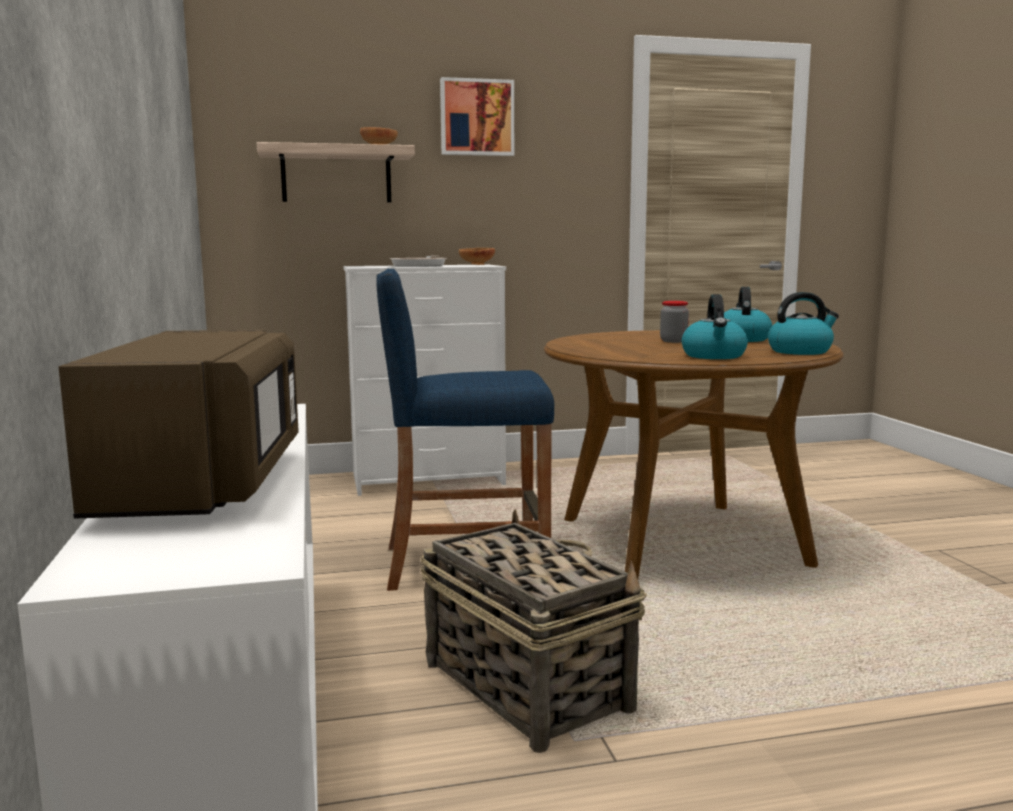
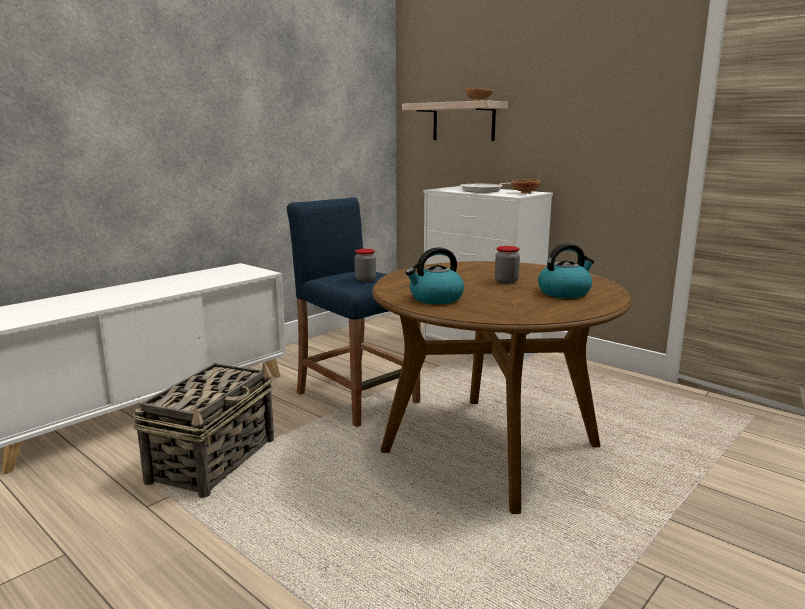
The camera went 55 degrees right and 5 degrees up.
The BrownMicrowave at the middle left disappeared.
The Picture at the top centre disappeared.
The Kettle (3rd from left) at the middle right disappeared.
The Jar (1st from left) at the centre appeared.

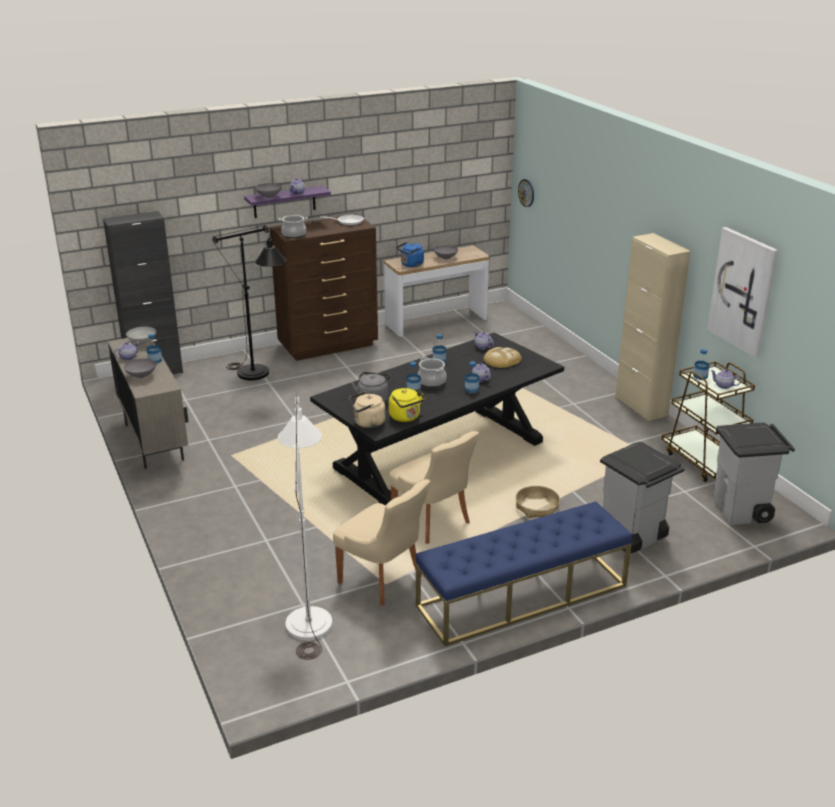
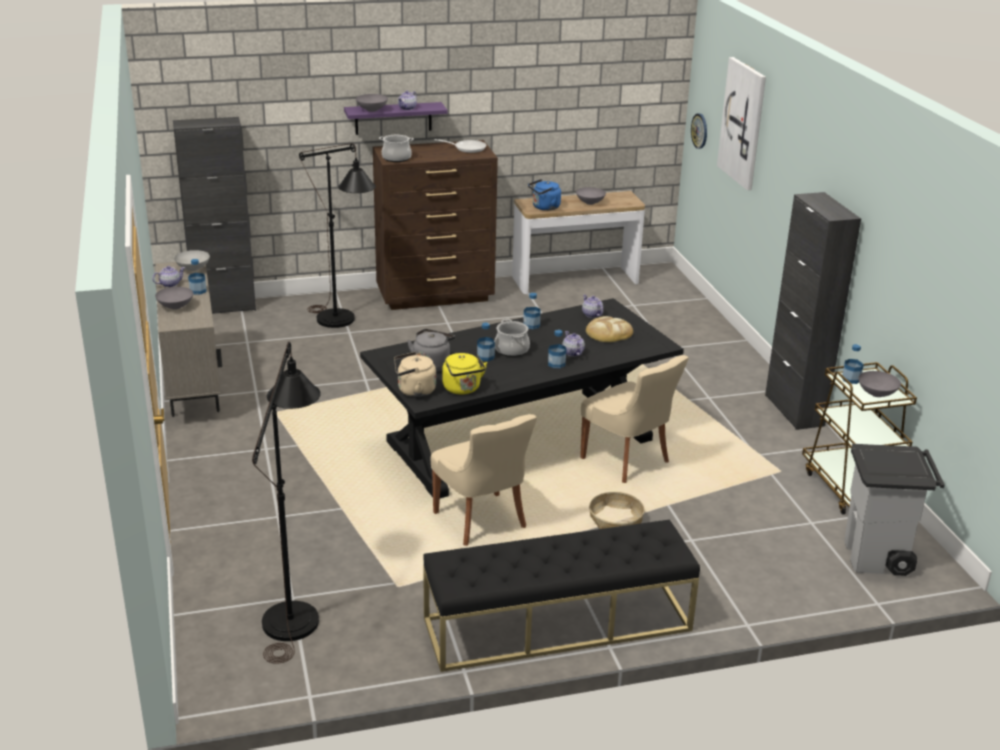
The camera went 10 degrees right and 0 degrees up.
The WhiteFloorLamp at the centre became the BlackFloorLamp (1st from left) at the bottom left.
The BeigeChair (1st from left in the first image) moved from the bottom centre to the centre.
The BlueBench at the bottom centre became the BlackBench at the bottom centre.
The GreyTrashCan (1st from left) at the middle right disappeared.
The BeigeCabinet (2nd from left) at the middle right became the BlackCabinet (2nd from left) at the middle right.
The Picture moved from the middle right to the top right.
The Teapot (5th from left) at the middle right was replaced by the GreyBowl (5th from left) at the middle right.

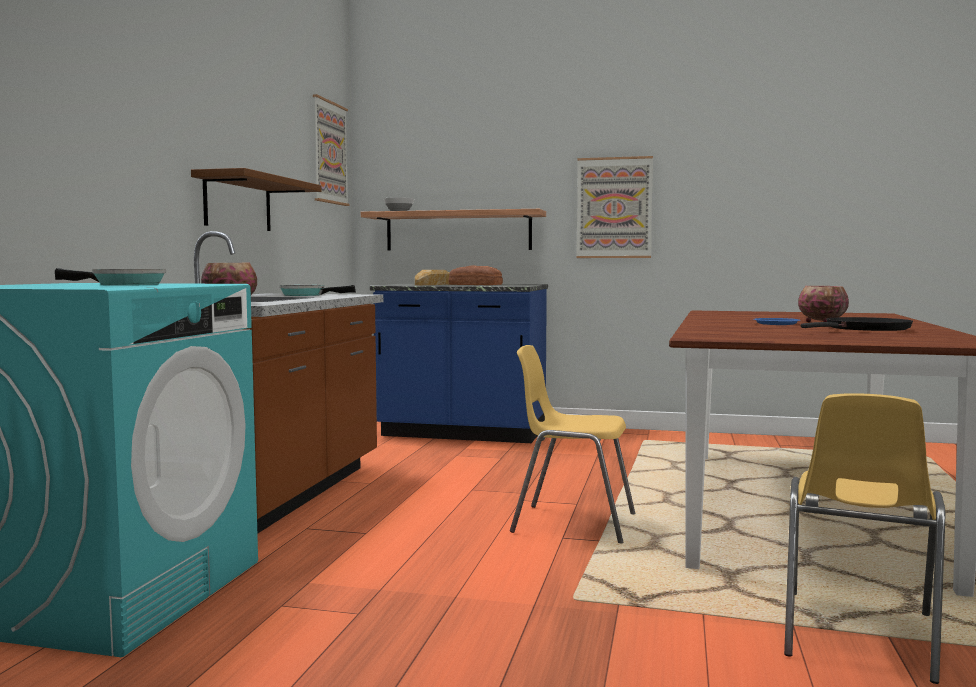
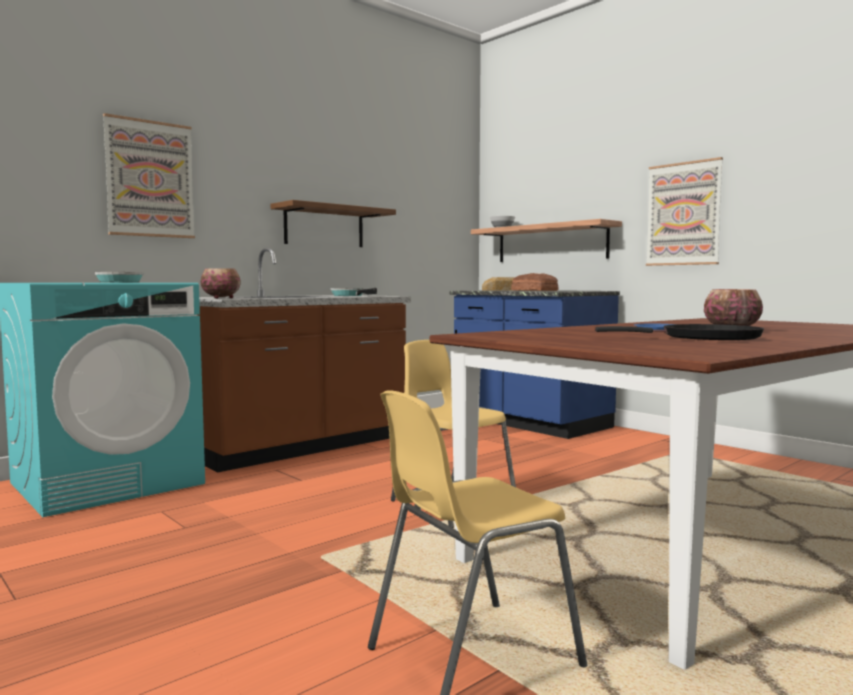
The camera went 35 degrees right and 0 degrees up.
The Picture (1st from left) moved from the top centre to the top left.

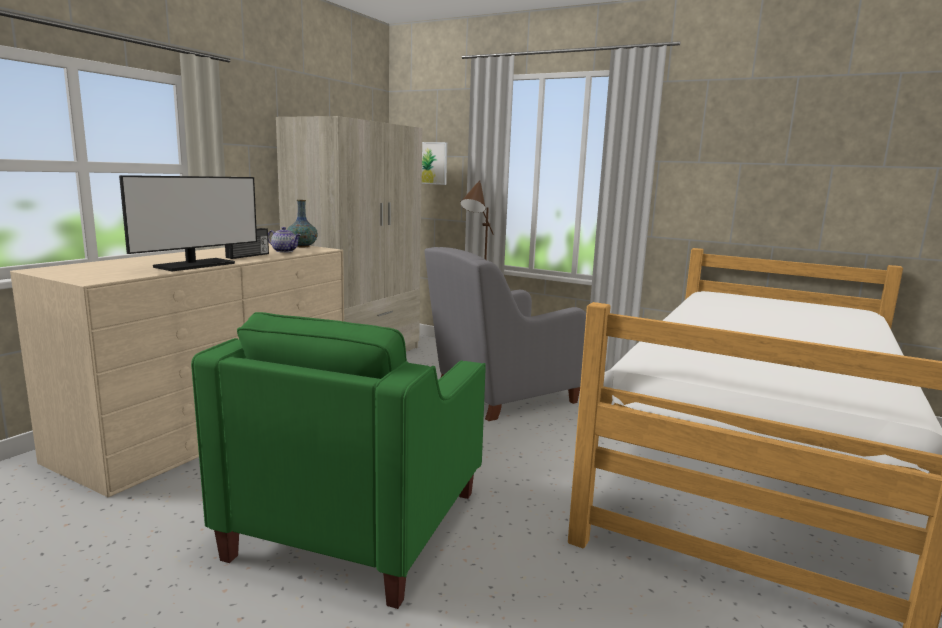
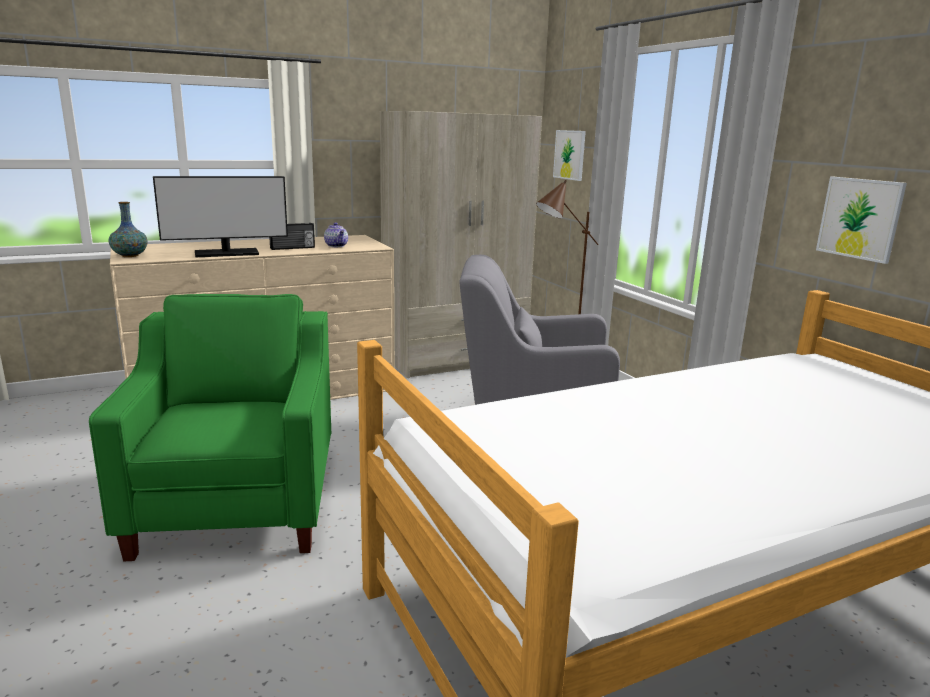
The camera went 35 degrees right and 5 degrees up.
The GreenArmchair at the bottom centre turned 120 degrees clockwise.
The Vase moved from the middle left to the top left.
The Picture (2nd from left) at the top right appeared.

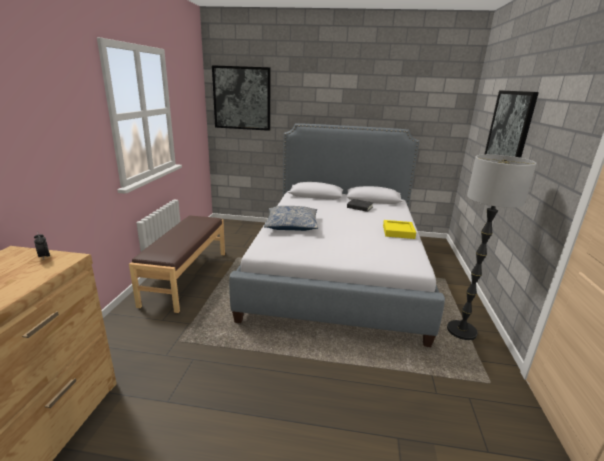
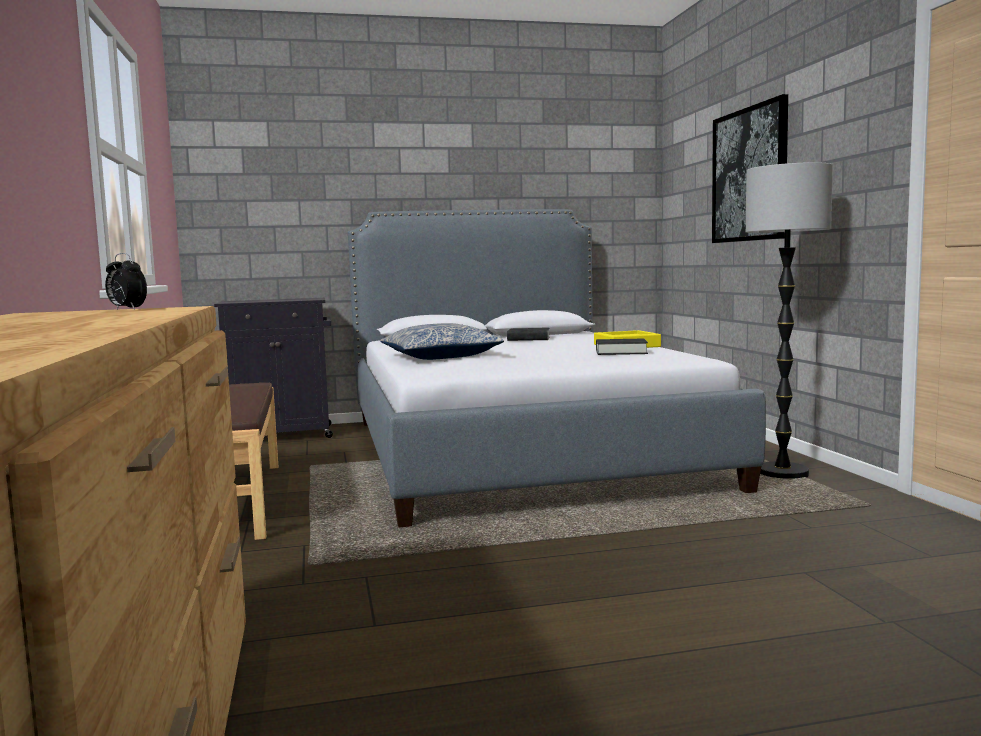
The camera went 20 degrees left and 15 degrees down.
The Picture (1st from left) at the top centre disappeared.
The BlackCabinet at the middle left appeared.
The BlackBook (2nd from left) at the centre appeared.

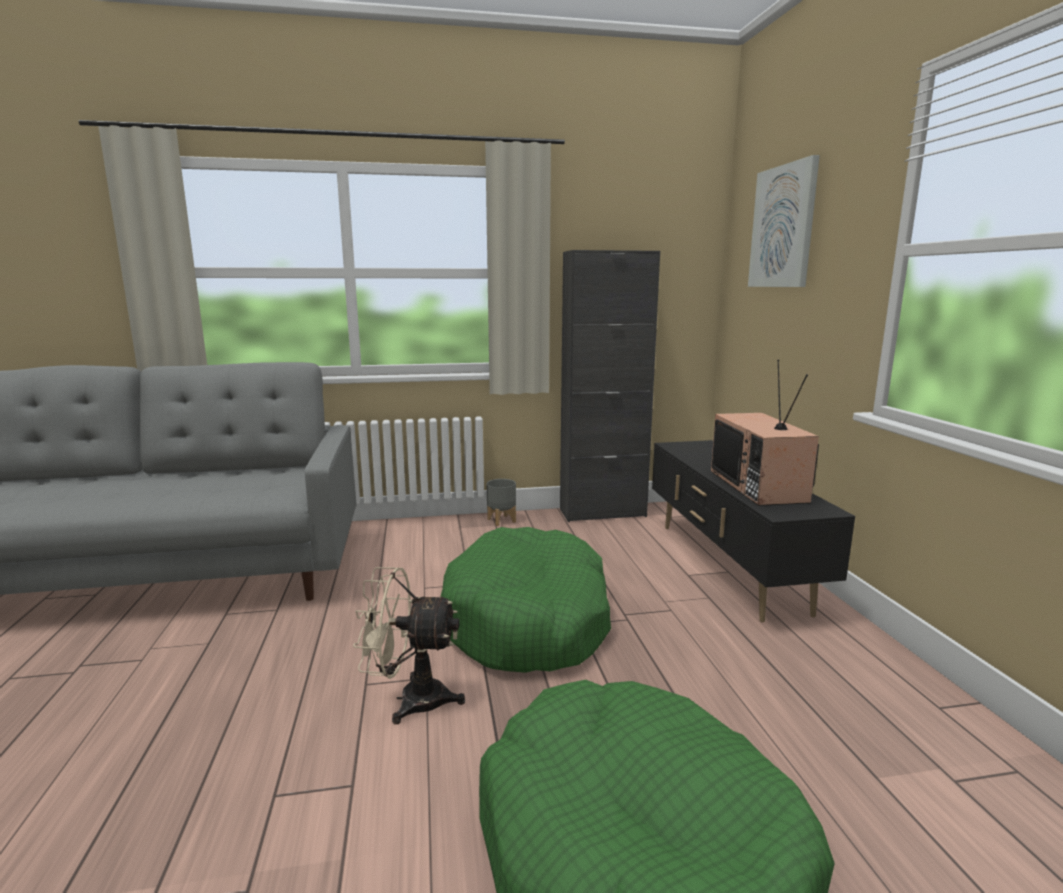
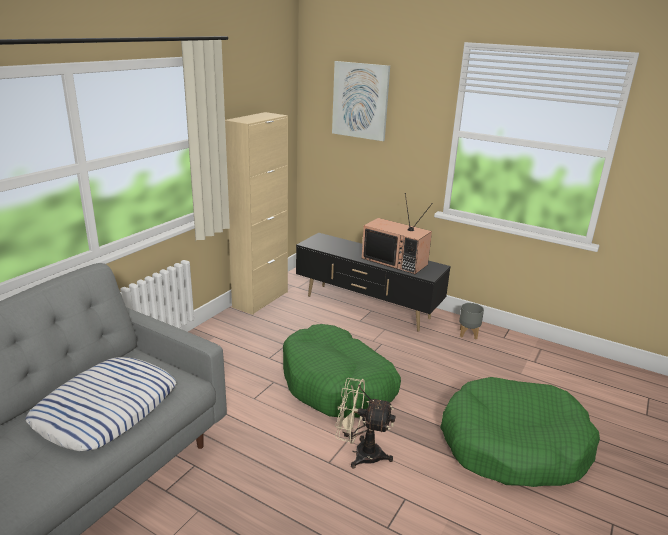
The camera went 50 degrees left and 10 degrees up.
The BeigeFan at the bottom centre turned 60 degrees clockwise.
The GreyPlanter moved from the centre to the middle right.
The BlackCabinet at the centre became the BeigeCabinet at the centre.
The Pillow at the bottom left appeared.

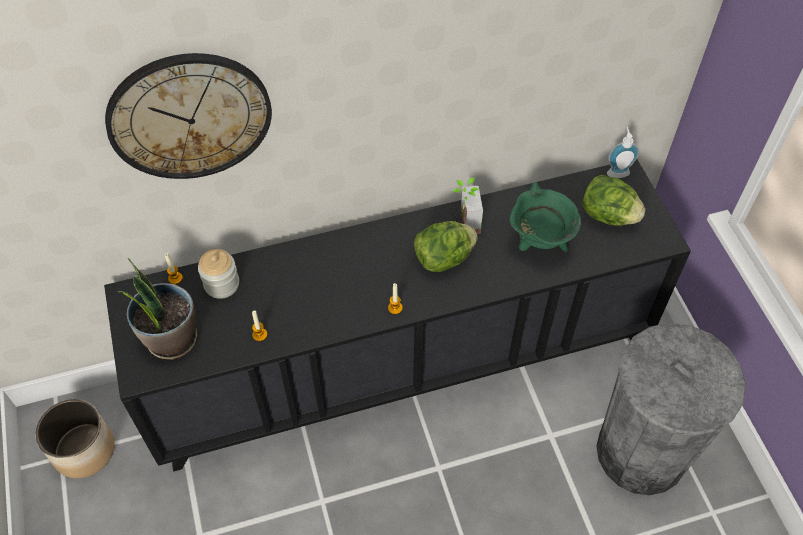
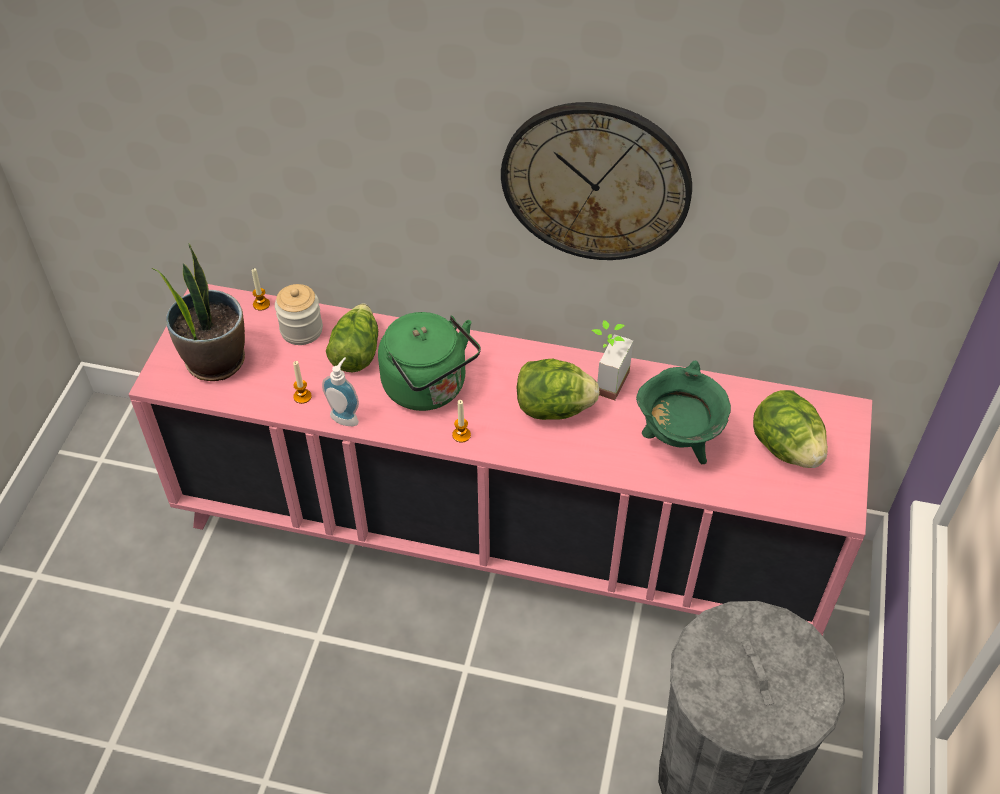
The camera went 30 degrees right and 5 degrees down.
The Planter at the bottom left disappeared.
The BlackCabinet at the centre became the PinkCabinet at the centre.
The WallClock moved from the top left to the top centre.
The SoapDispenser moved from the top right to the centre.
The Lettuce (1st from left) at the centre appeared.
The GreenKettle at the centre appeared.

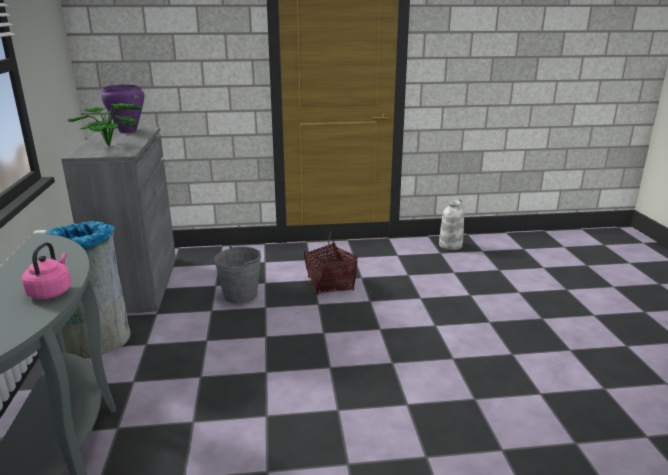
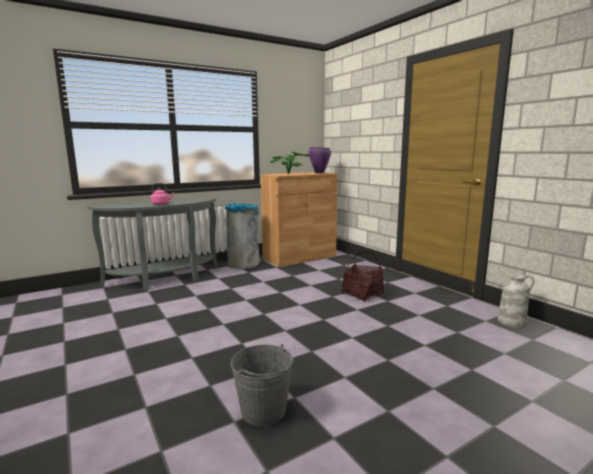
The camera went 65 degrees right and 10 degrees down.
The GreyCabinet at the middle left became the BrownCabinet at the centre.
The GreyBucket moved from the centre to the bottom centre.

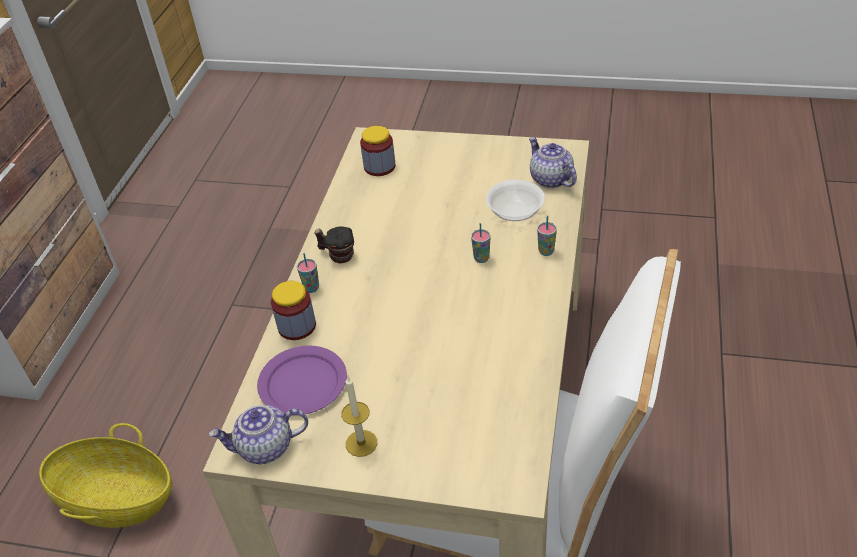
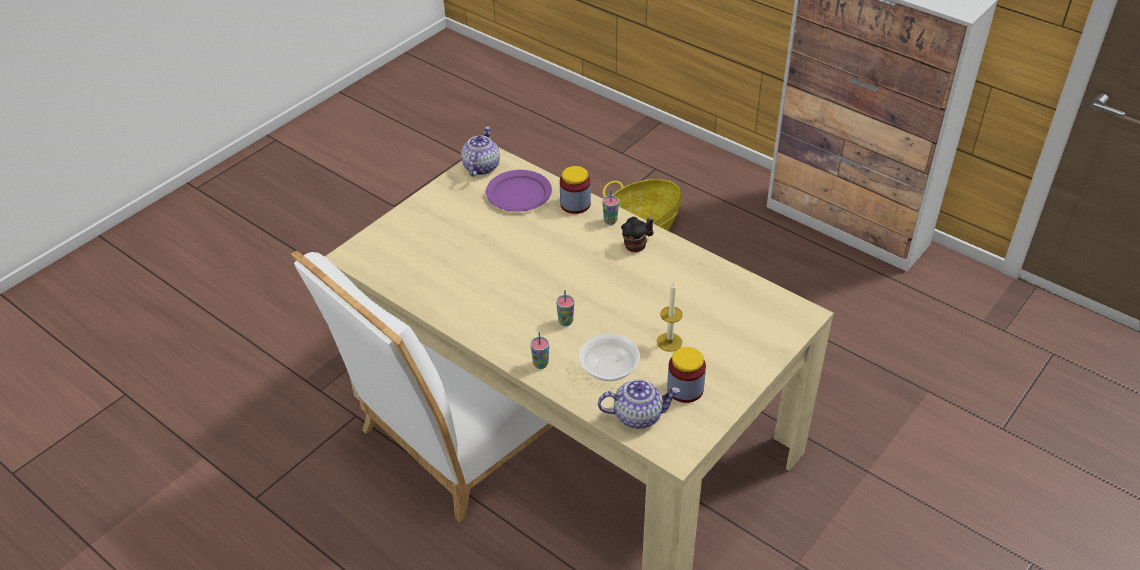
The camera went 115 degrees right and 0 degrees up.
The Candle moved from the bottom centre to the centre.
The Jar (2nd from left) moved from the top centre to the centre.

